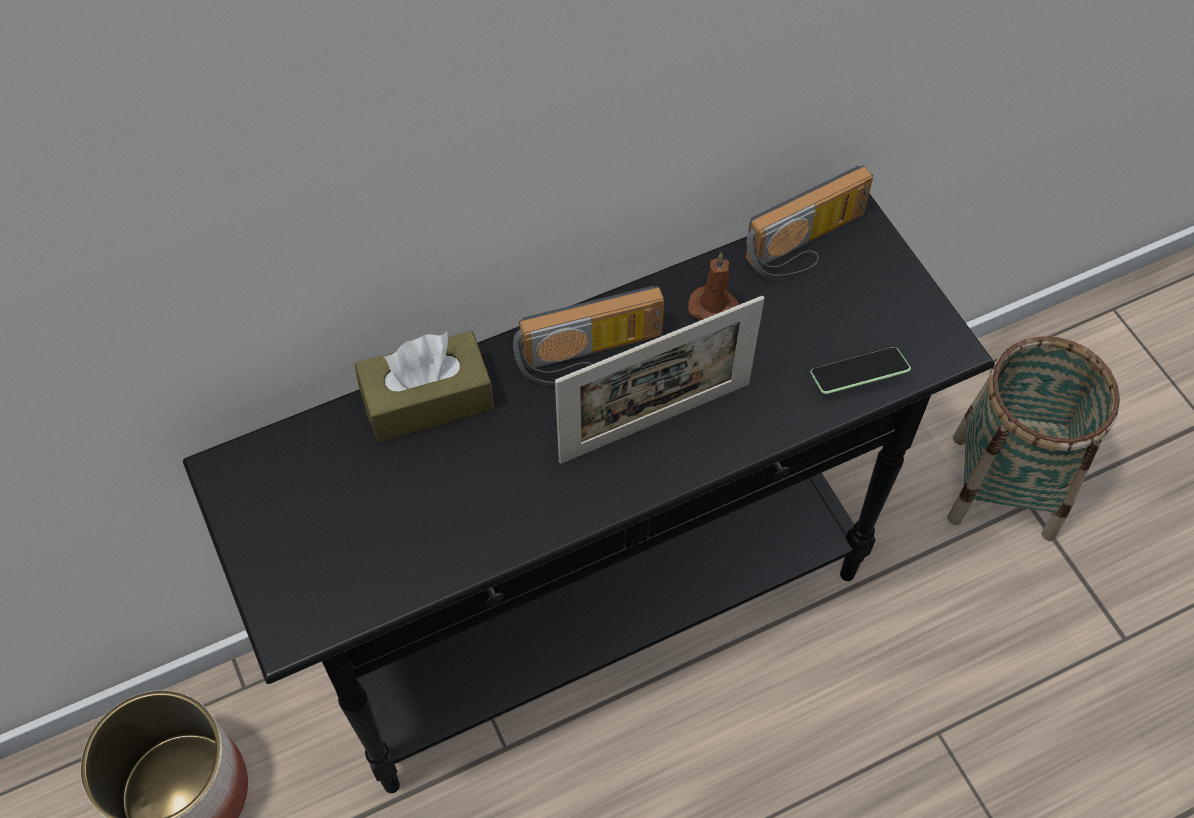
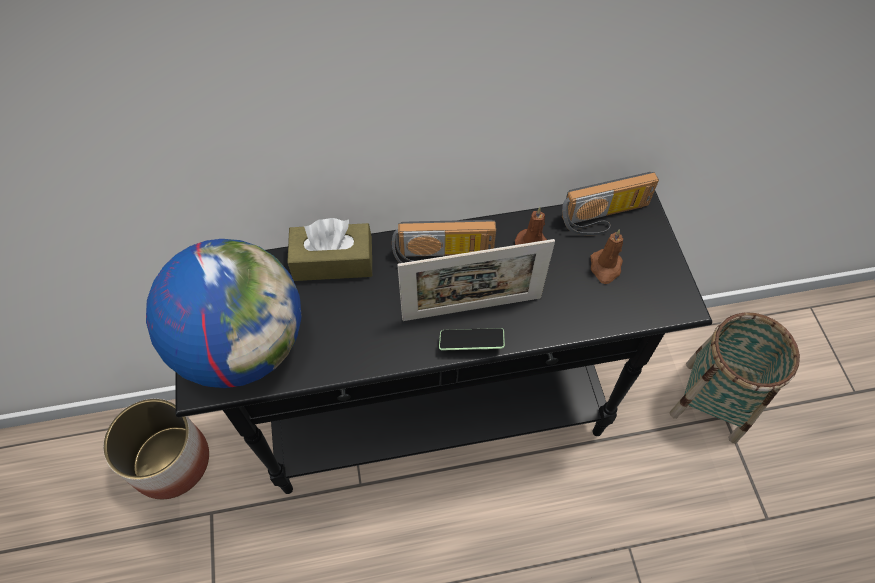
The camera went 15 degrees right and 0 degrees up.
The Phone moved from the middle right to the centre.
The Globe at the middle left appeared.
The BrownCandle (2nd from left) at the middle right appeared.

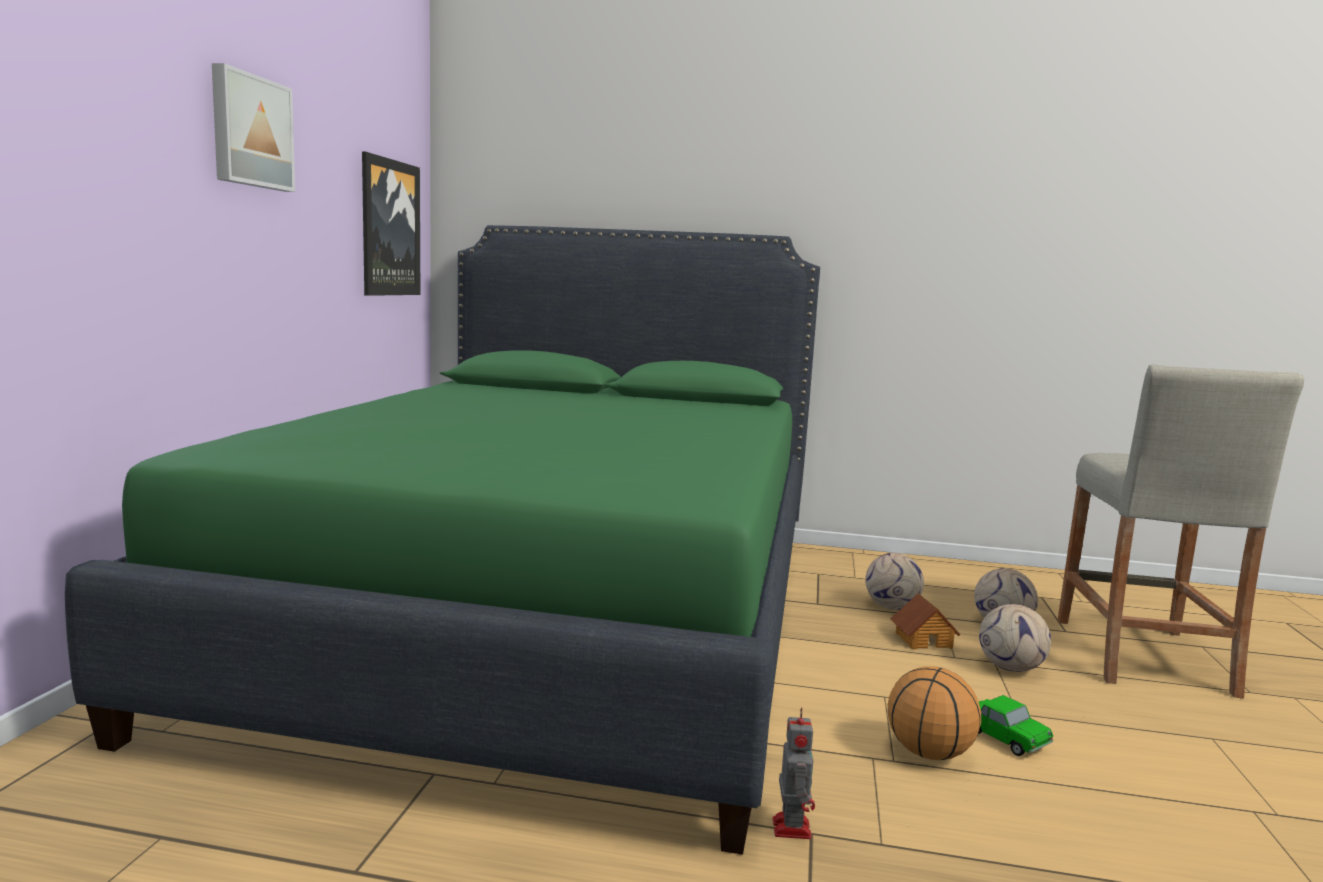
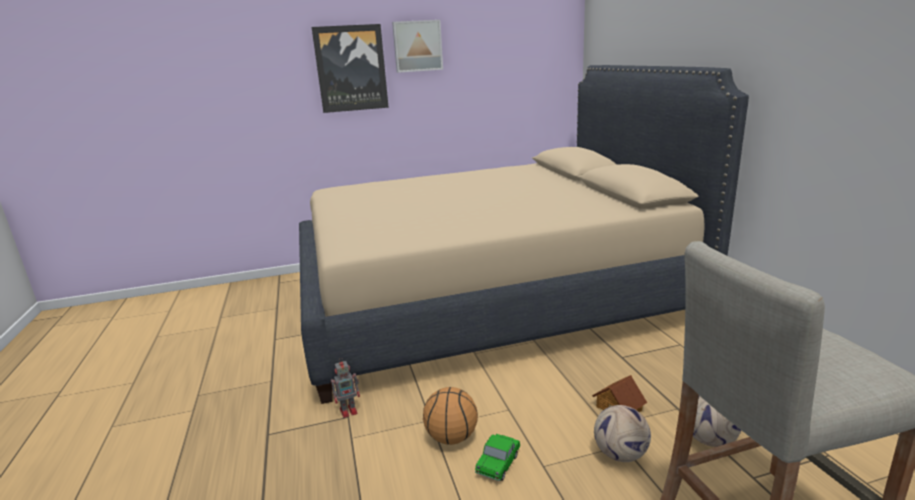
The camera went 65 degrees right and 10 degrees up.
The GreenBed at the centre became the BeigeBed at the centre.
The Picture (2nd from left in the first image) moved from the top left to the top centre.
The Football (1st from left) at the middle right disappeared.

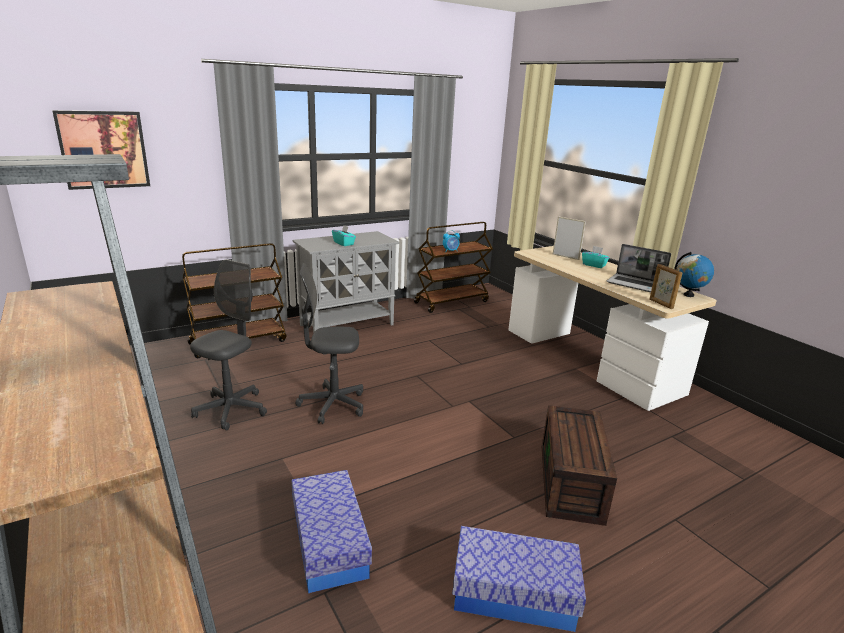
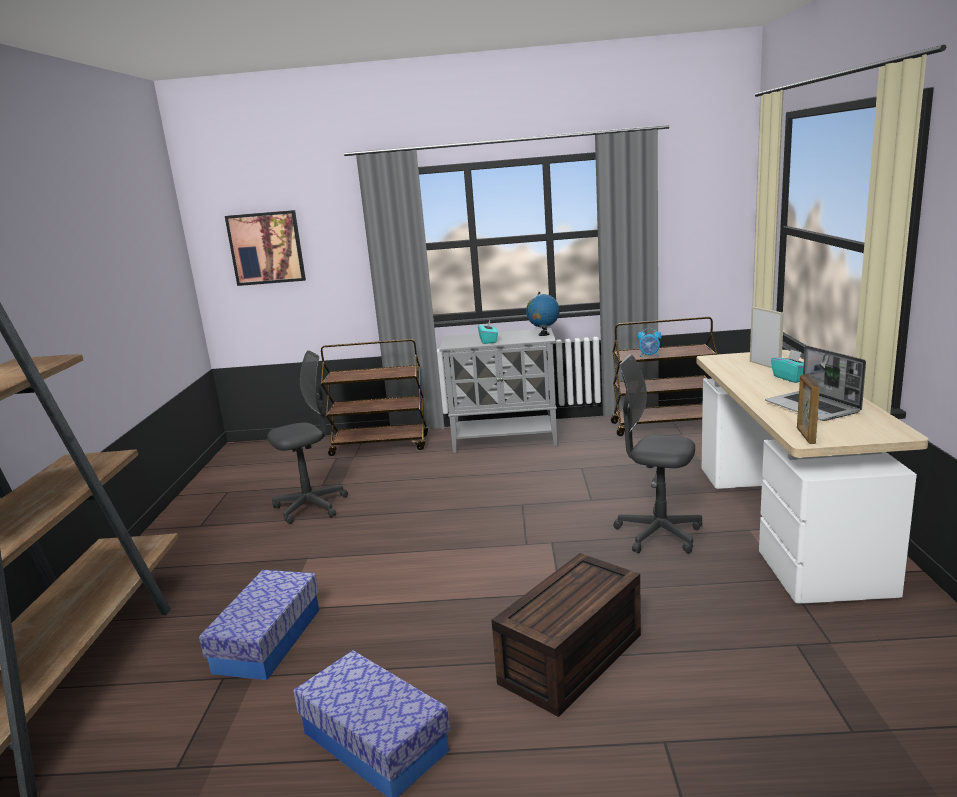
The camera went 35 degrees right and 5 degrees down.
The GreyOfficeChair (2nd from left) moved from the centre to the middle right.
The Globe moved from the middle right to the centre.

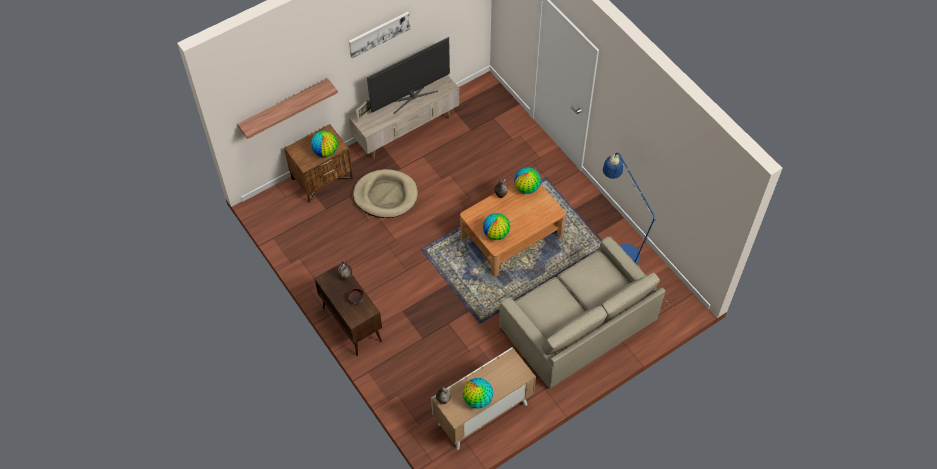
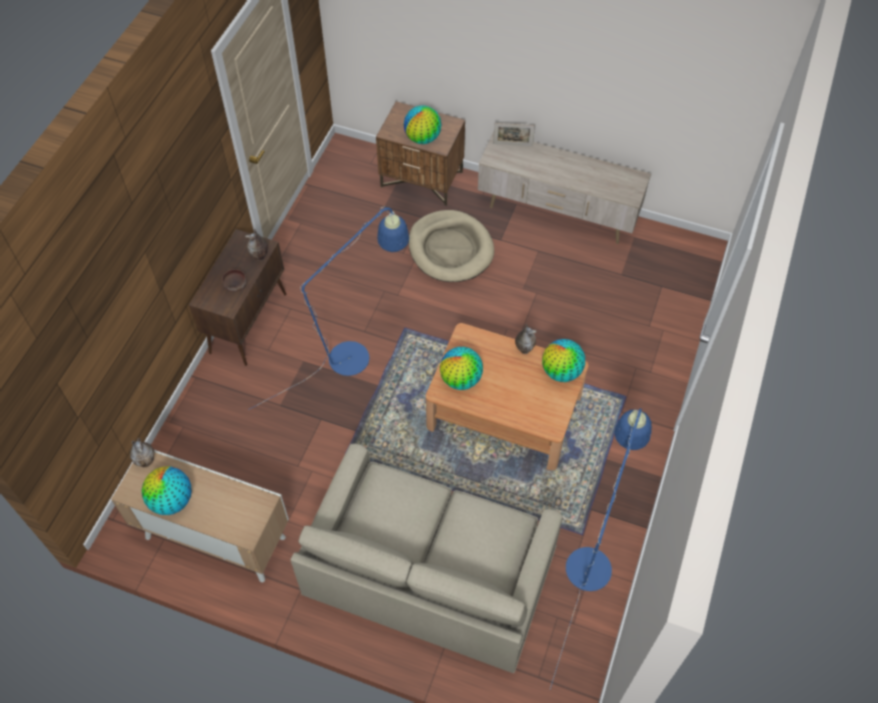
The camera went 55 degrees right and 0 degrees up.
The Shelf at the top left disappeared.
The Picture at the top centre disappeared.
The Television at the top centre disappeared.
The BlueFloorLamp (1st from left) at the centre appeared.

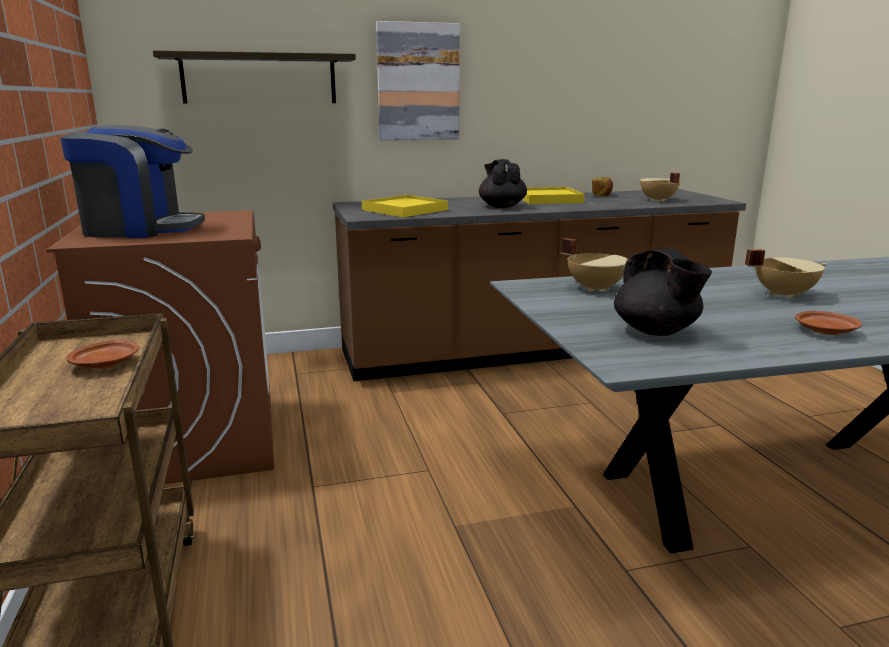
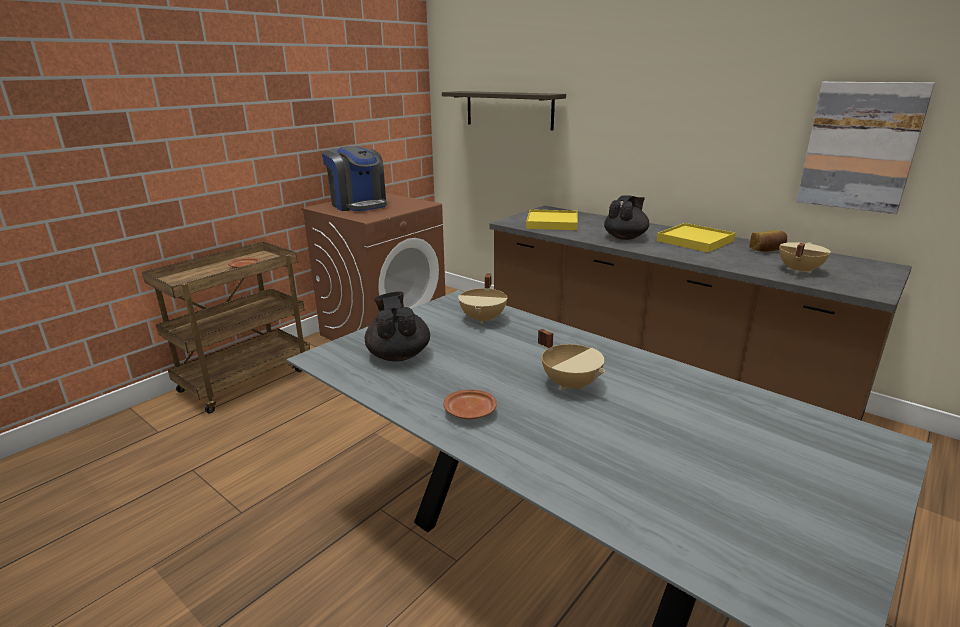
The camera went 55 degrees right and 5 degrees up.
The Picture moved from the top centre to the top right.
The BlackTeapot (2nd from left in the first image) at the middle right turned 135 degrees clockwise.

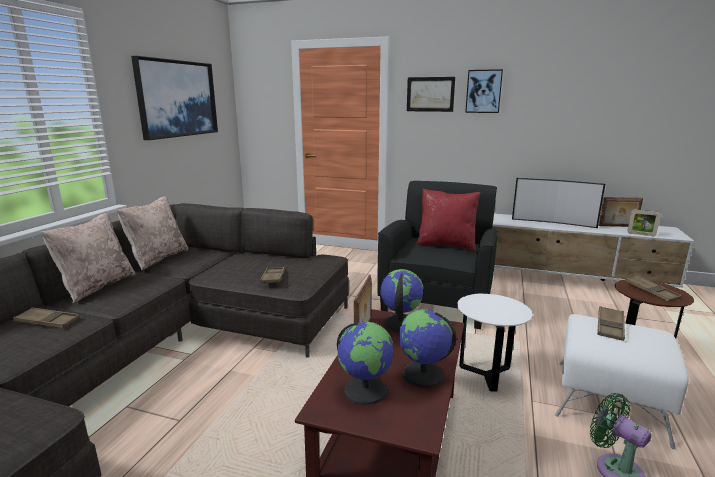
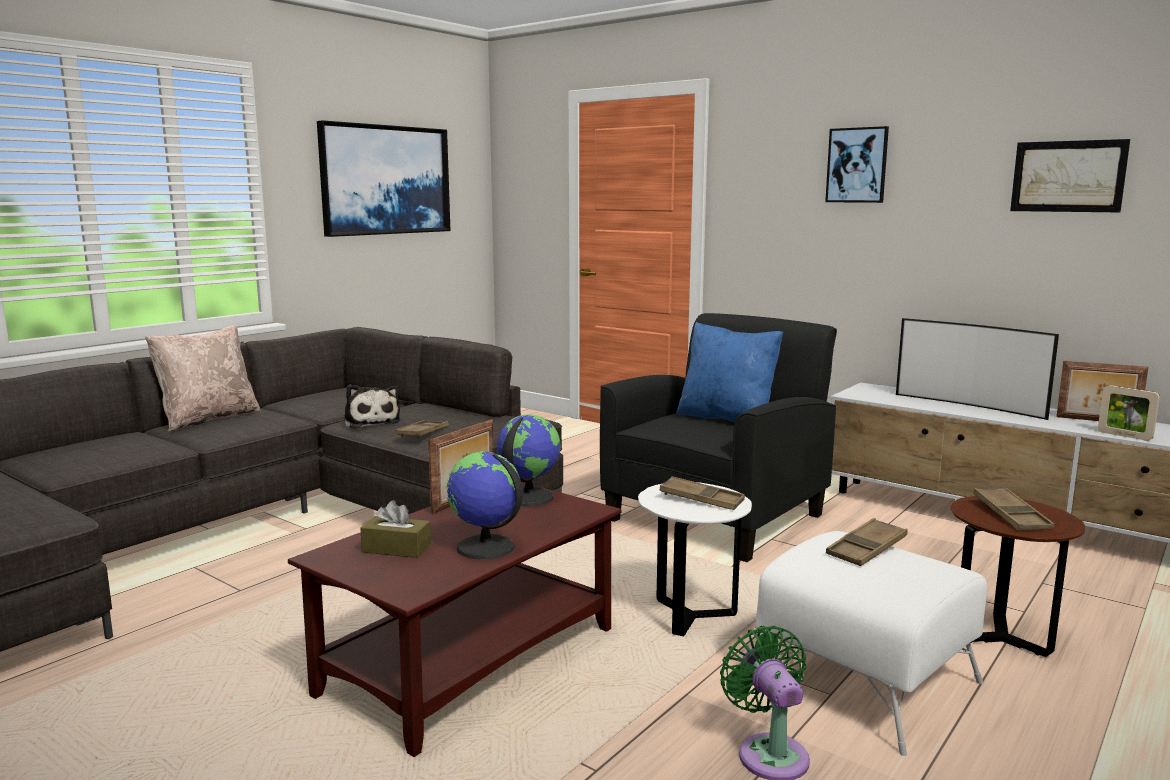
The camera went 20 degrees right and 5 degrees down.
The BrownTray (1st from left in the first image) moved from the middle left to the centre.
The BeigePillow (2nd from left) at the middle left disappeared.
The Globe (1st from left) at the bottom centre was replaced by the BrownTissueBox at the bottom centre.
The Picture (2nd from left in the first image) moved from the top centre to the top right.
The RedPillow at the centre became the BluePillow at the centre.
The PlushToy at the middle left appeared.

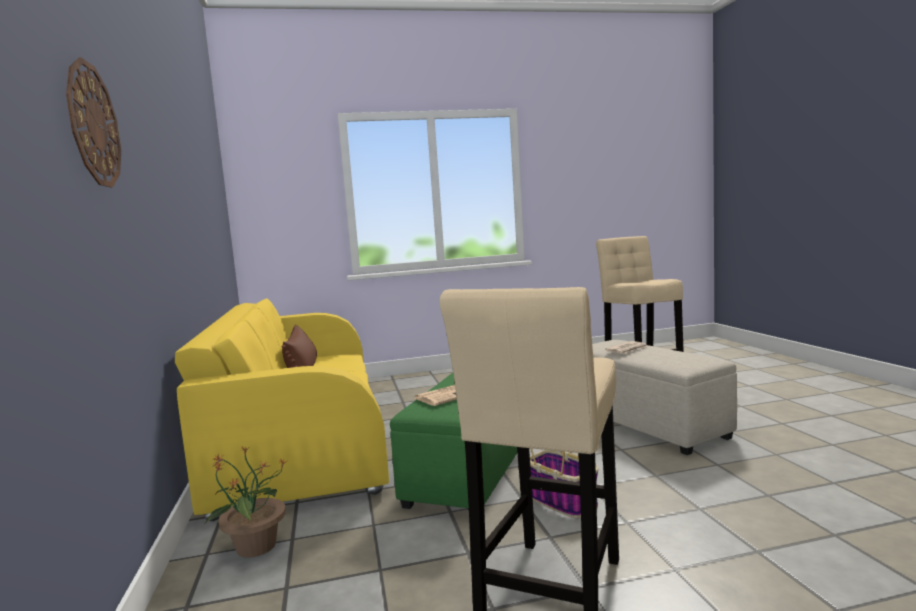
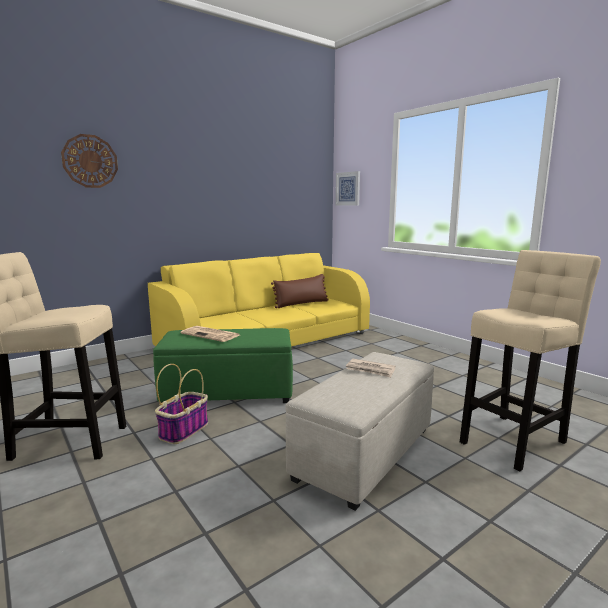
The camera went 65 degrees right and 5 degrees up.
The PottedPlant at the bottom left disappeared.
The Picture at the top centre appeared.

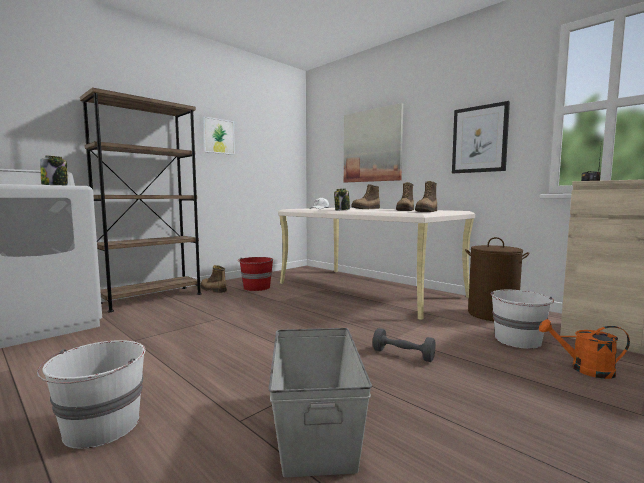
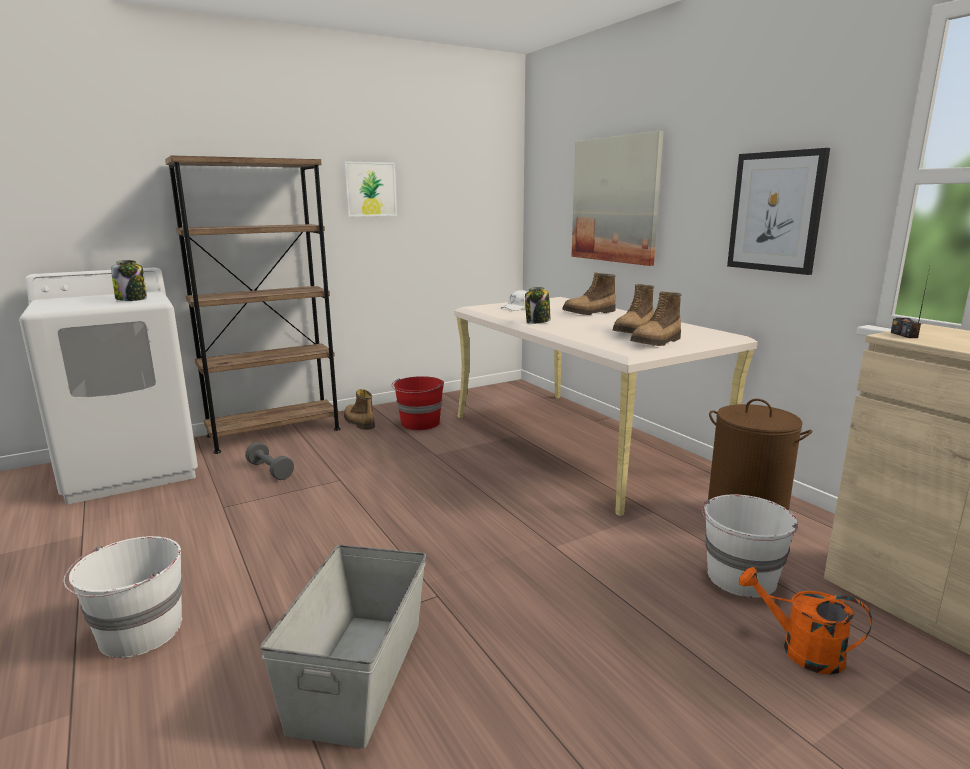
The camera went 15 degrees right and 10 degrees up.
The GreyDumbbell moved from the bottom centre to the middle left.

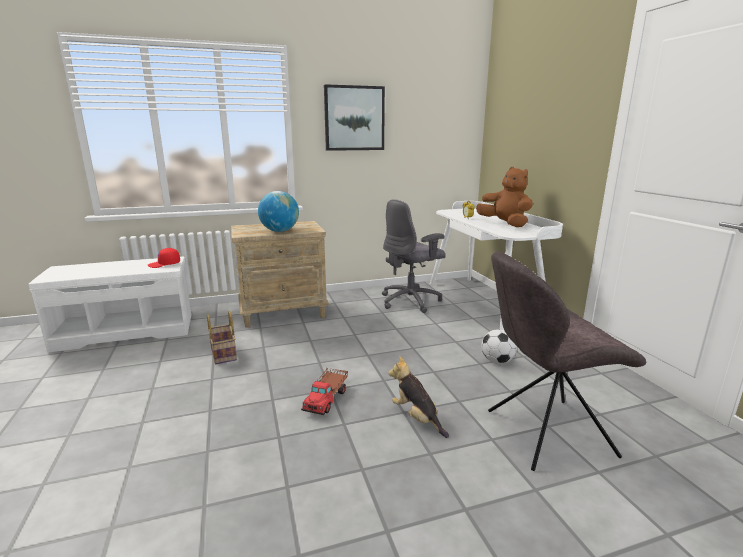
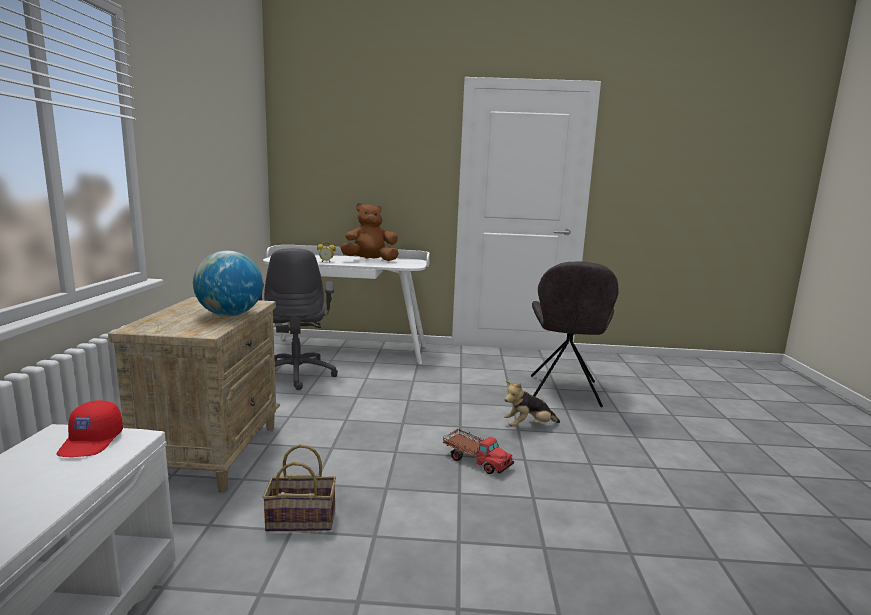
The camera went 70 degrees left and 5 degrees down.
The Picture at the top centre disappeared.
The Football at the middle right disappeared.

